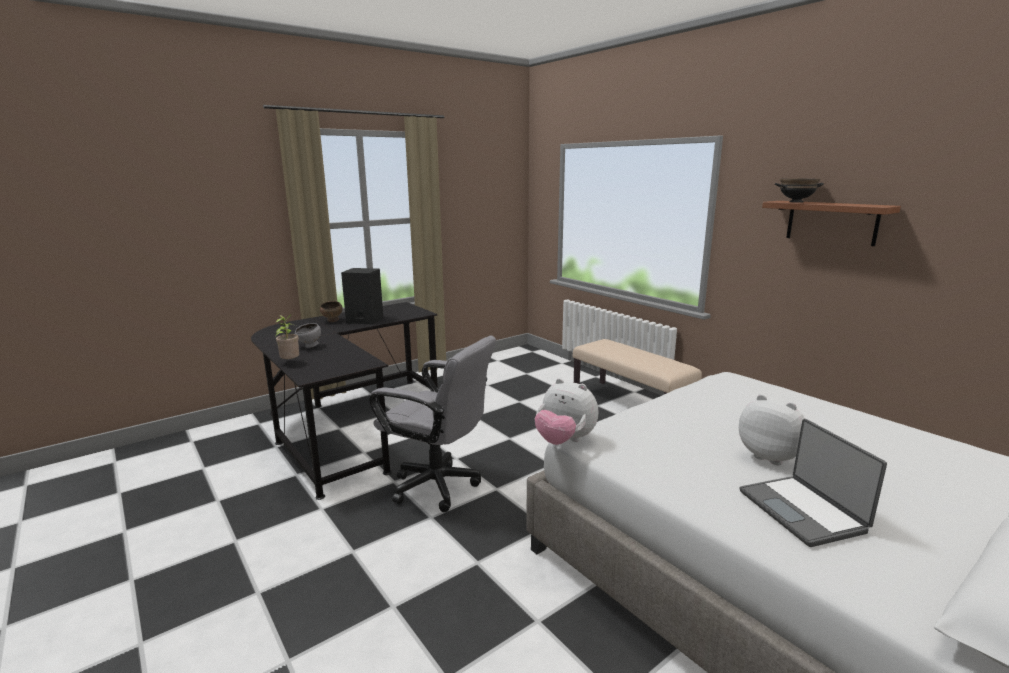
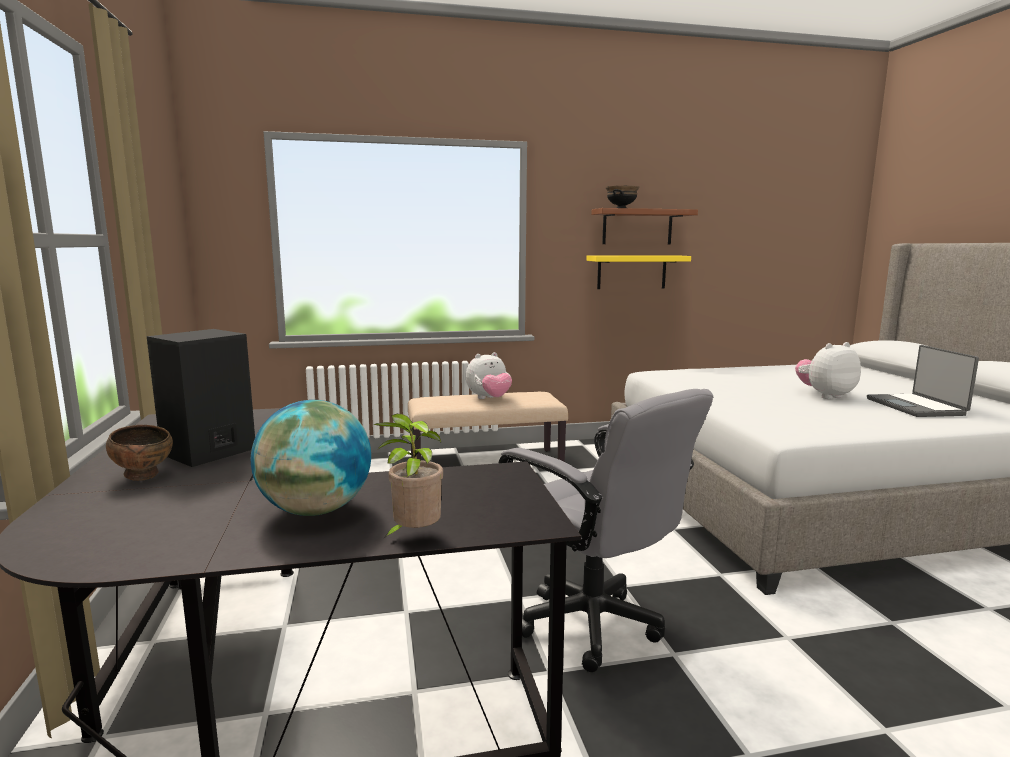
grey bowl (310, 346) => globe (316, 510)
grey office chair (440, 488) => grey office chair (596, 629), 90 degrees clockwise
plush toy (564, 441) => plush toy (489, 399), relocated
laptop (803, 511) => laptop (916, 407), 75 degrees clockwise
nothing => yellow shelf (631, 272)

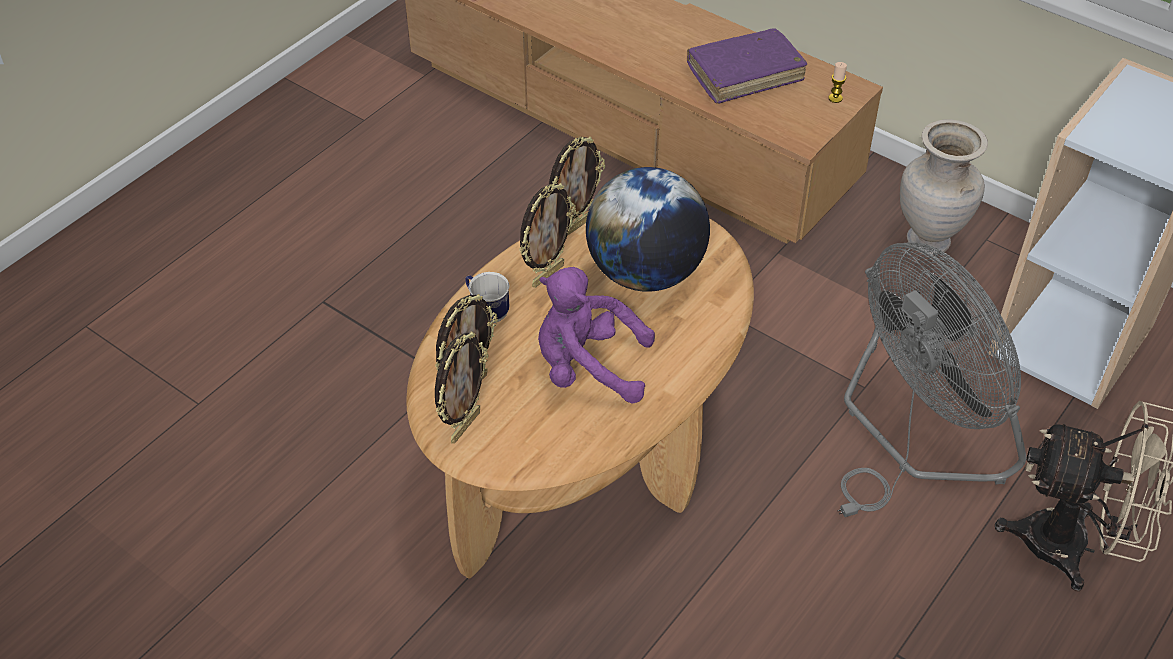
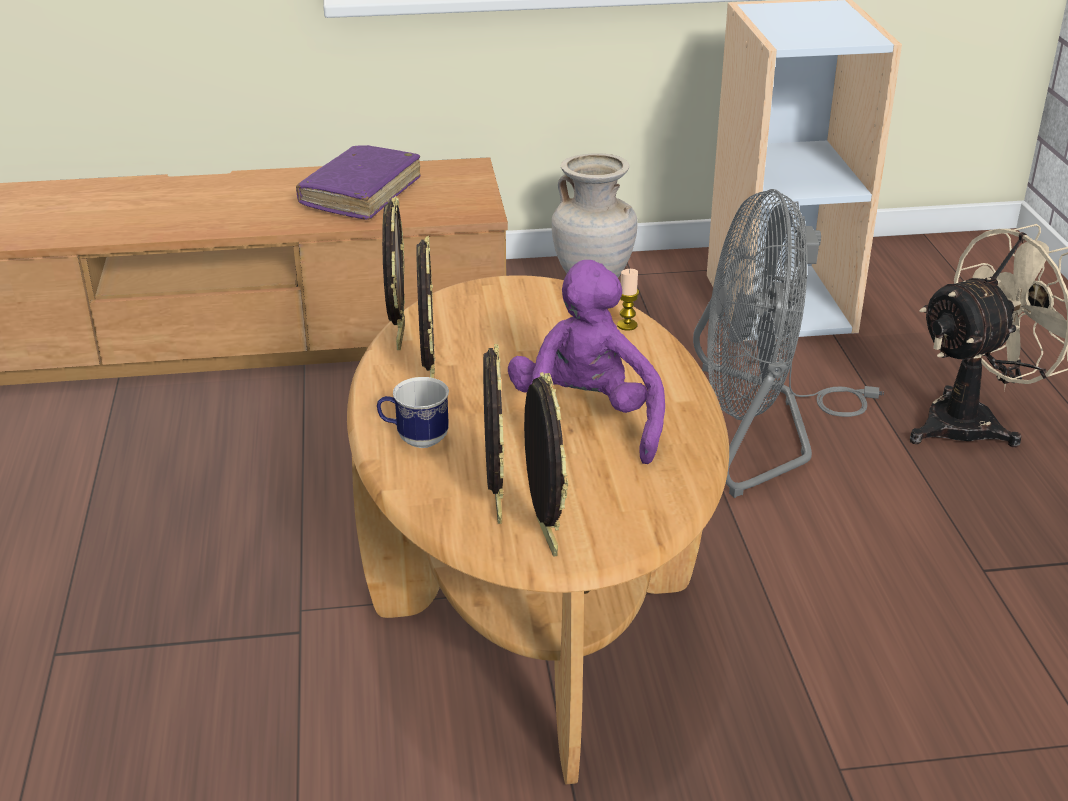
purple plush toy (587, 367) => purple plush toy (584, 424), 120 degrees clockwise
globe (646, 273) => nothing
candle (835, 98) => candle (627, 325), relocated
grey fan (906, 434) => grey fan (764, 423), 105 degrees counterclockwise

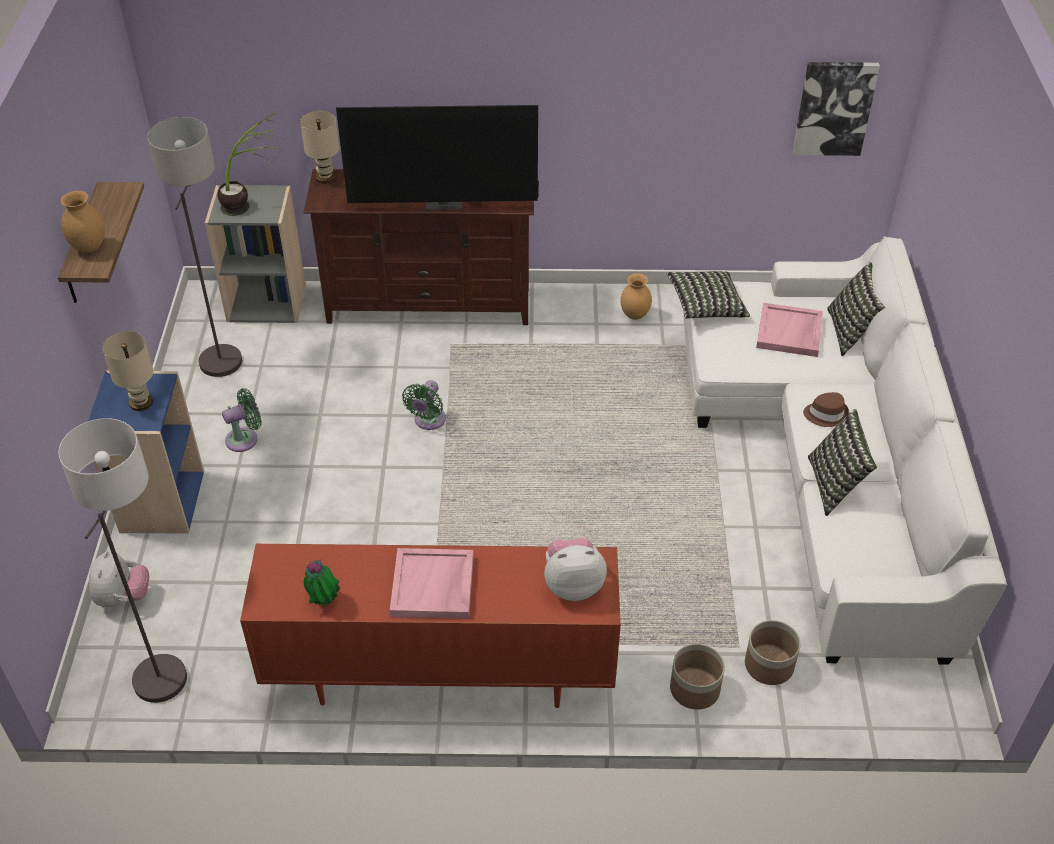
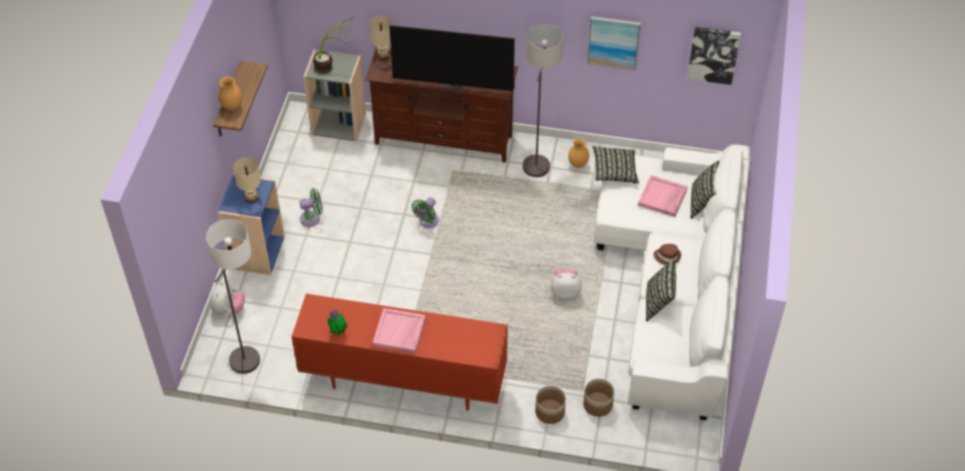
grey floor lamp (224, 353) => grey floor lamp (538, 161), relocated
plush toy (573, 585) => plush toy (565, 292), relocated
nothing => picture (613, 42)

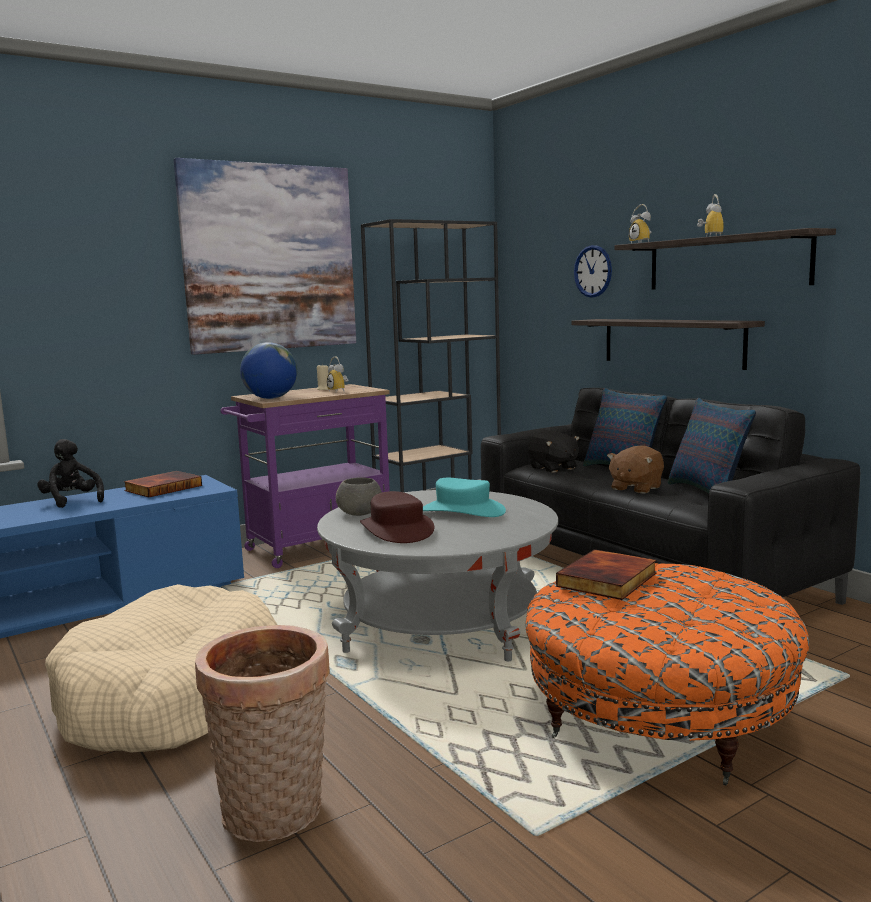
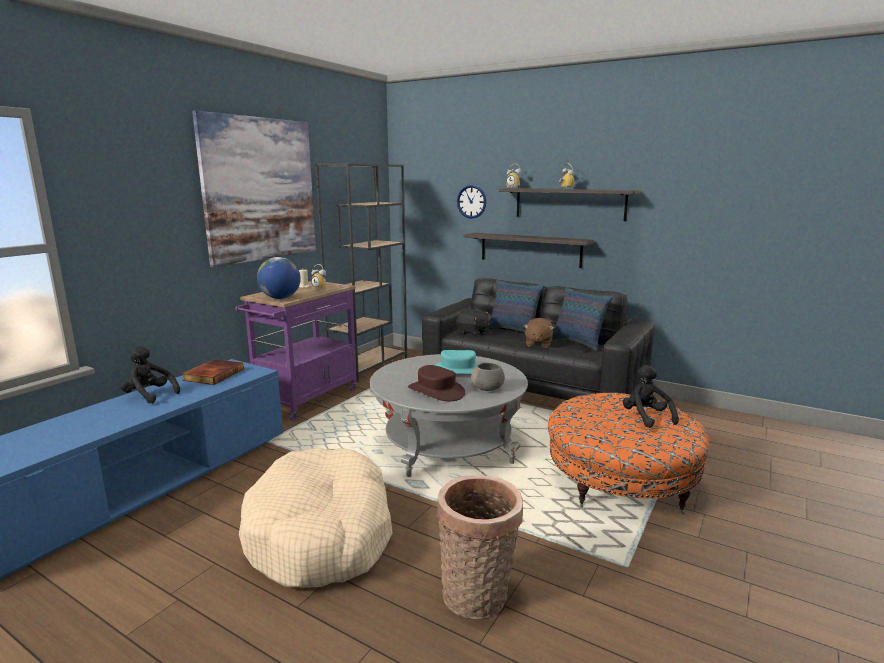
grey bowl (360, 513) => grey bowl (488, 388), relocated
book (608, 580) => nothing
nothing => black plush toy (646, 417)

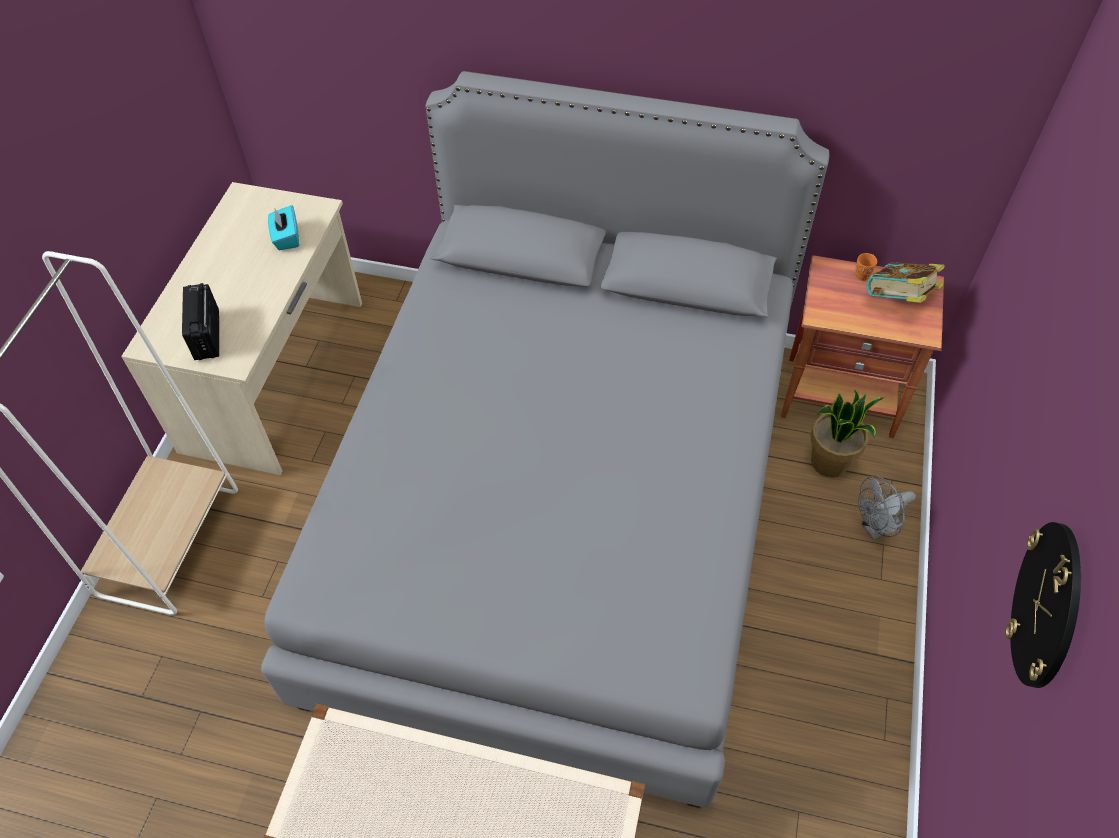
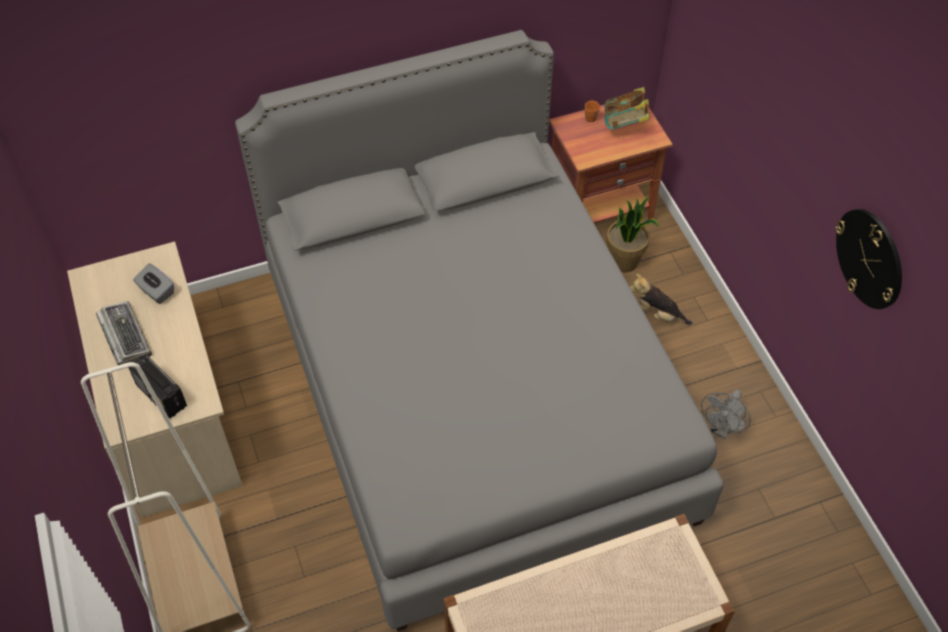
turquoise tissue box (286, 238) => grey tissue box (156, 291)
grey fan (876, 528) => grey fan (721, 429), relocated
nothing => keyboard (124, 336)
nothing => plush toy (656, 314)

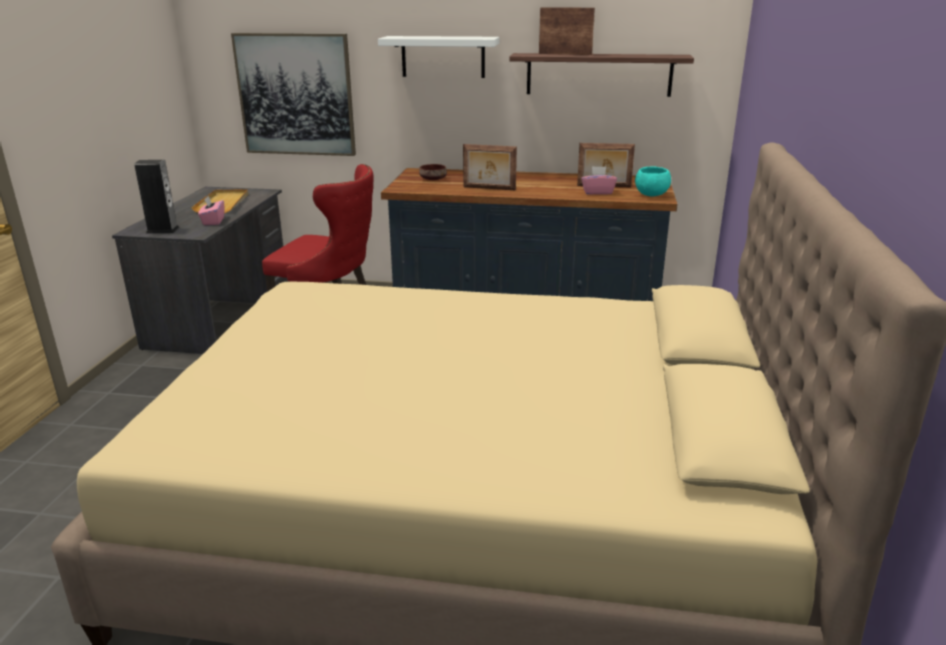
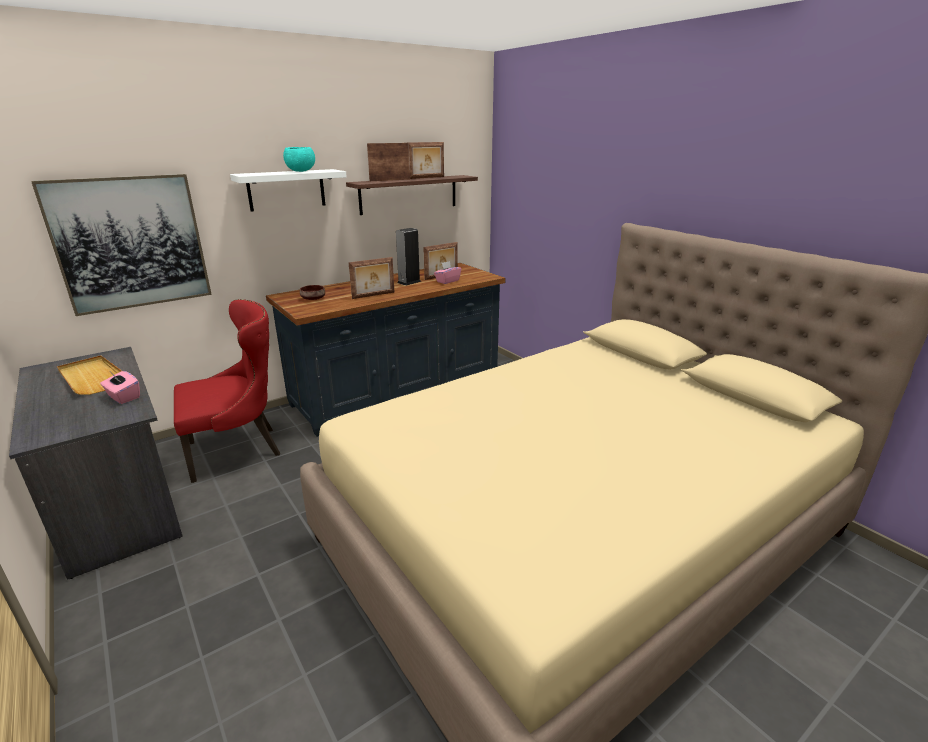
speaker (162, 230) => speaker (409, 282), relocated
turquoise bowl (651, 195) => turquoise bowl (300, 171), relocated
nothing => picture frame (427, 177)

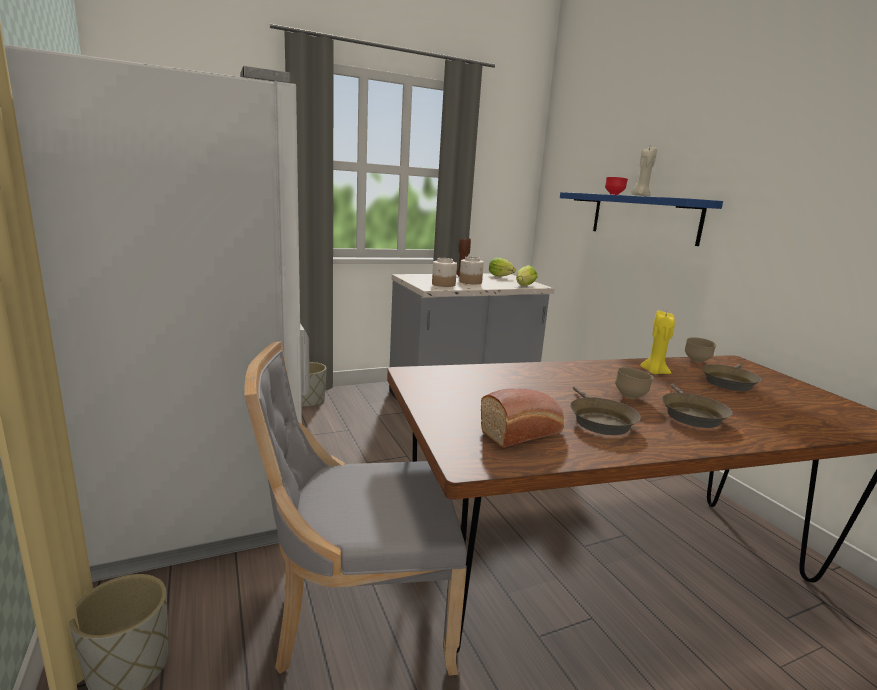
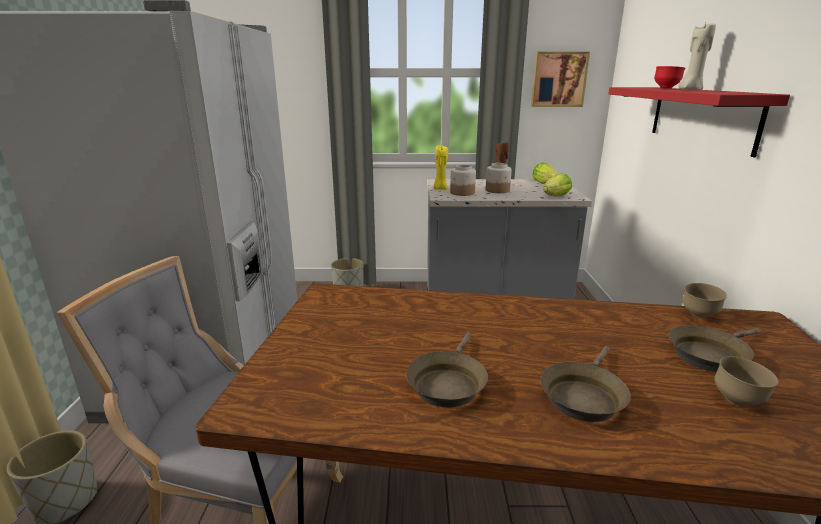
bread (523, 432) => nothing
blue shelf (643, 217) => red shelf (701, 116)
brown bowl (630, 397) => brown bowl (738, 401), relocated
yellow candle (654, 372) => yellow candle (440, 189), relocated
nothing => picture (558, 79)

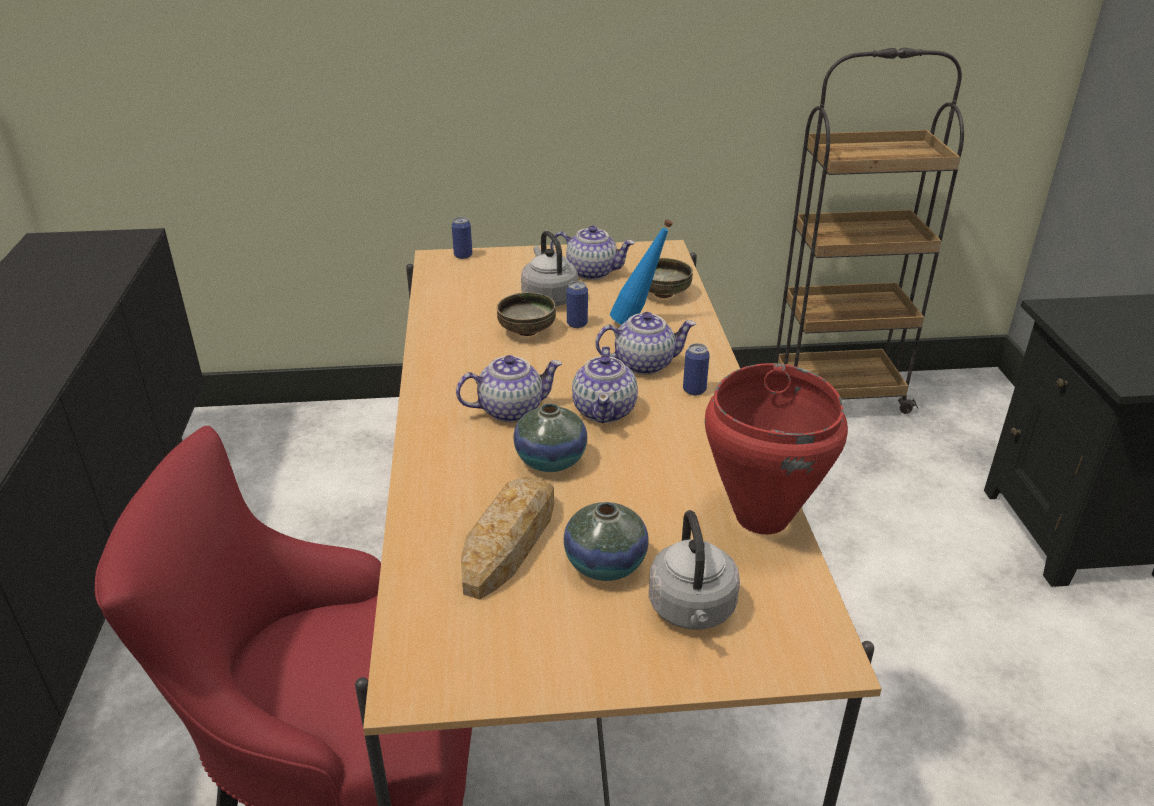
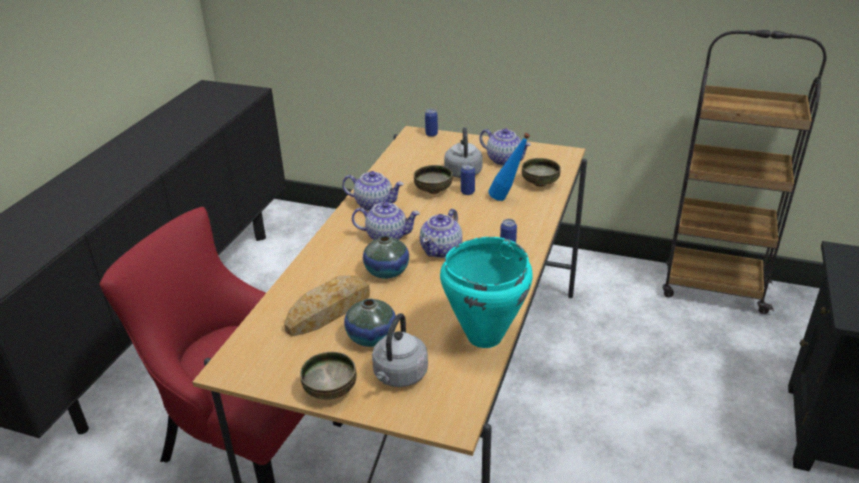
teapot (644, 363) => teapot (374, 204), relocated
red cooking pot (760, 517) => turquoise cooking pot (483, 336)
nothing => bowl (331, 389)

